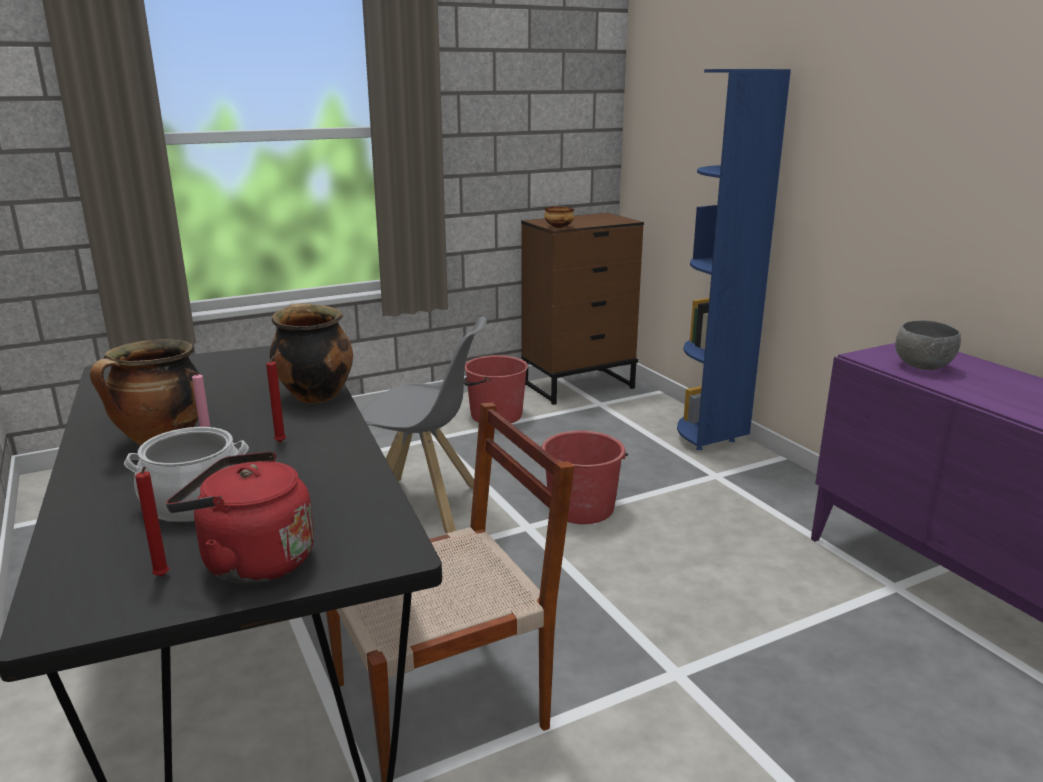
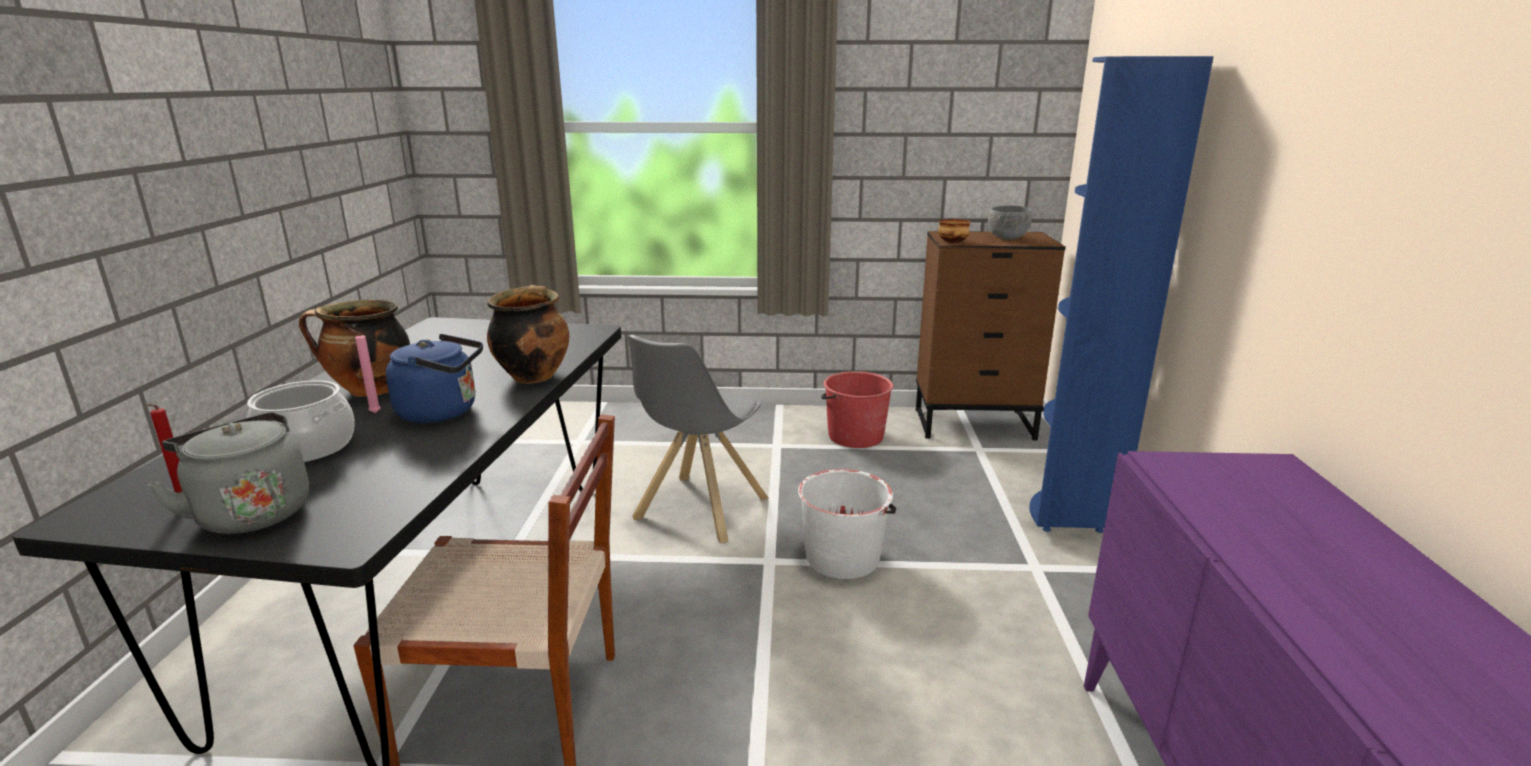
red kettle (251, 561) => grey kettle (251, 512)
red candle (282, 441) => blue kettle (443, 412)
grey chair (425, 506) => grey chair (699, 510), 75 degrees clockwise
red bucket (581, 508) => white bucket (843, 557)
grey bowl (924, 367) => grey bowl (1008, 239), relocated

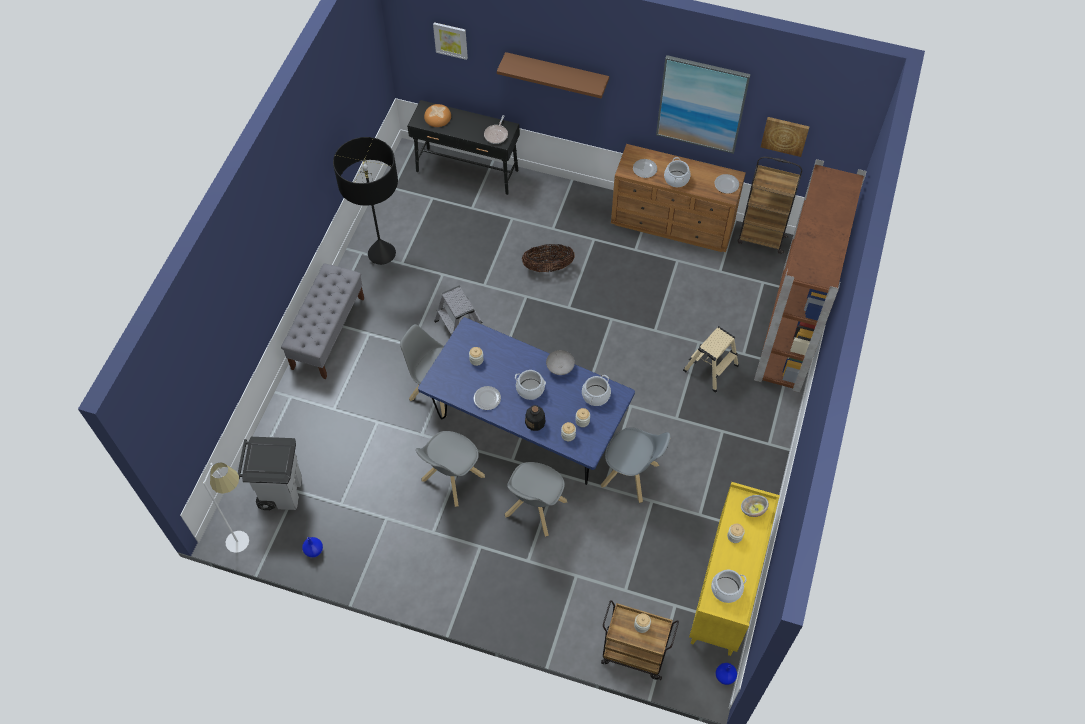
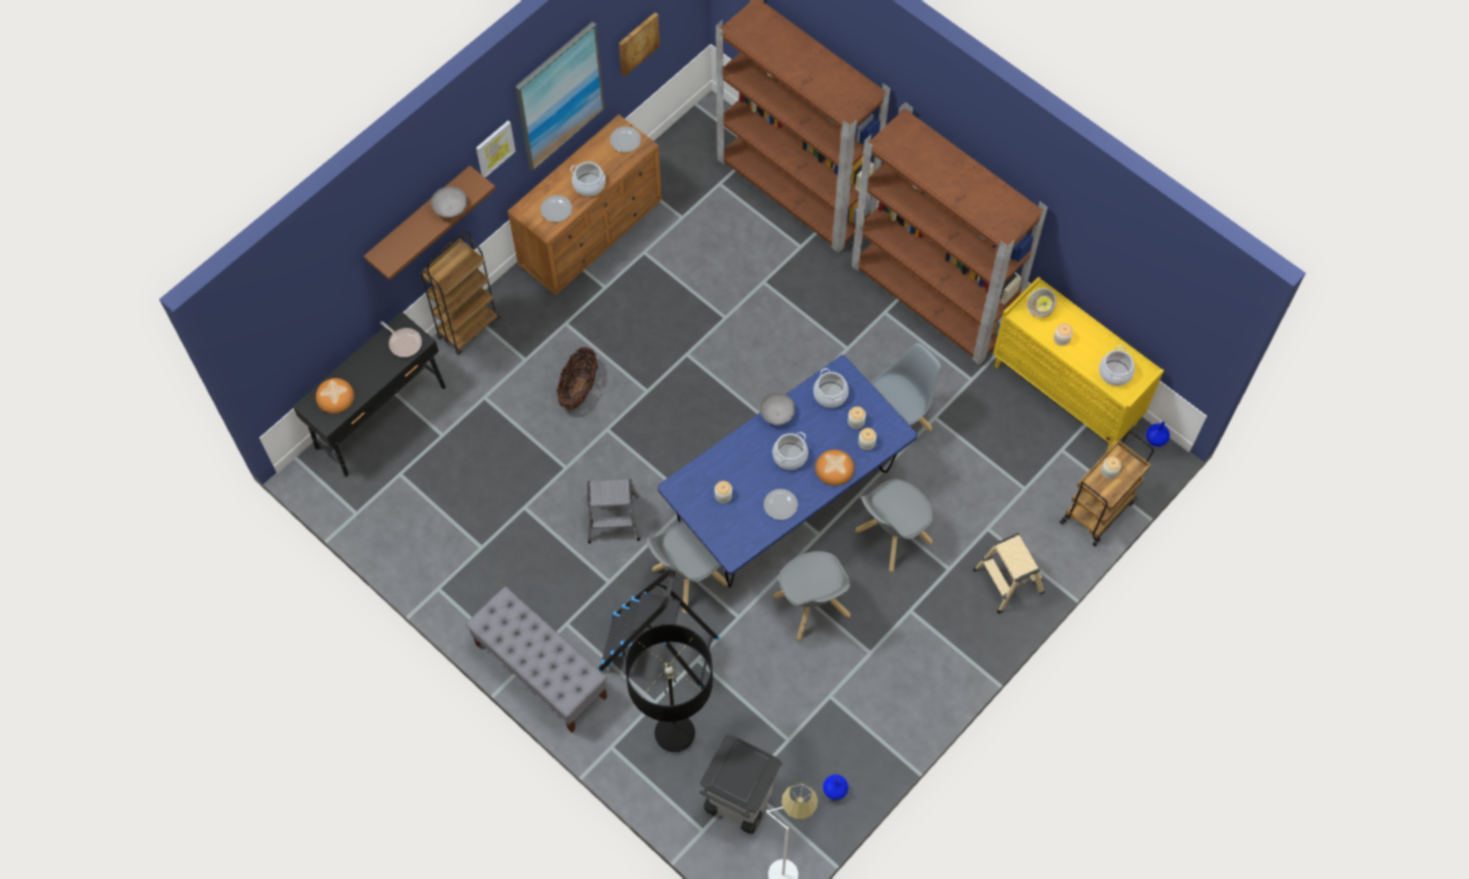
black floor lamp (382, 255) => black floor lamp (674, 734), relocated
picture (451, 40) => picture (494, 148), relocated
grey chair (534, 509) => grey chair (891, 537), 90 degrees clockwise
bottle (535, 422) => bread (835, 468)
beige step ladder (710, 368) => beige step ladder (1009, 581), relocated
brown cart (761, 240) => brown cart (468, 328), relocated
nothing => grey bowl (450, 208)
nothing => black step ladder (657, 654)
nothing => brown bookcase (933, 297)

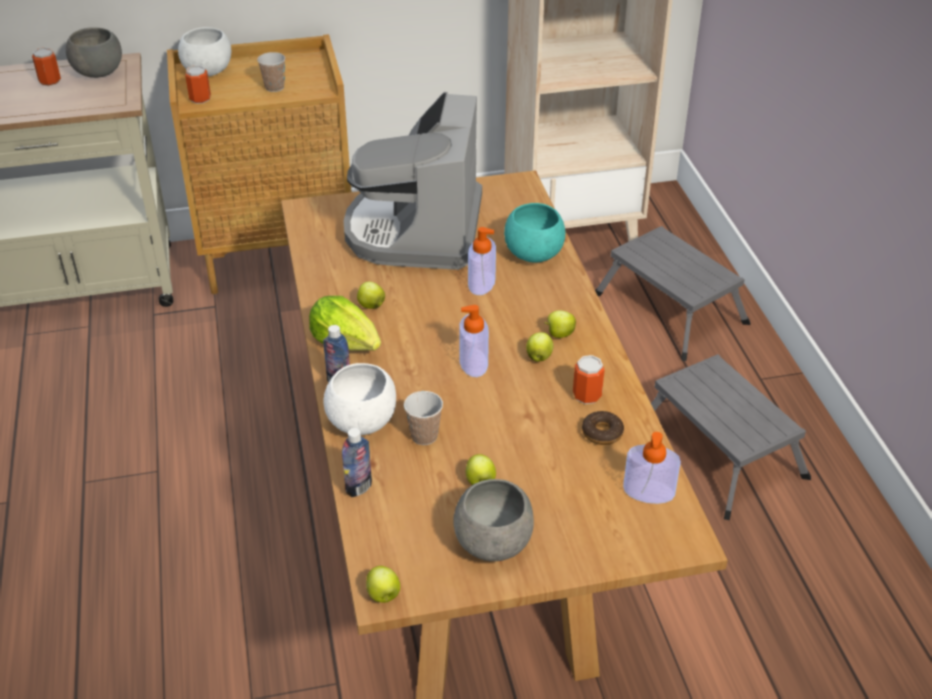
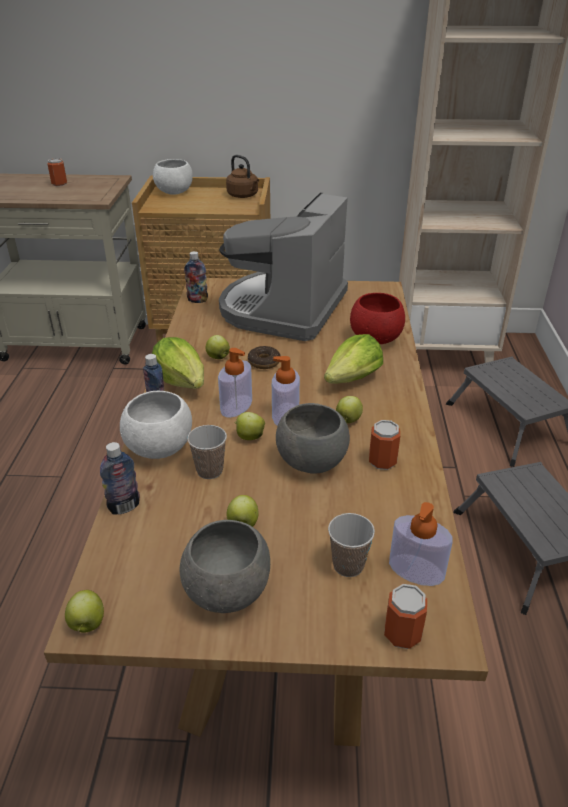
grey bowl (98, 73) => grey bowl (312, 463), relocated
can (200, 99) => can (402, 634), relocated
cup (274, 87) => cup (348, 565), relocated
soap dispenser (481, 283) => soap dispenser (236, 406), relocated
turquoise bowl (534, 254) => red bowl (376, 339)
apple (559, 334) => apple (249, 437), relocated
donut (602, 433) => donut (264, 362), relocated
nothing => bottle (197, 300)
nothing => brown kettle (244, 196)
nothing => lettuce (353, 379)

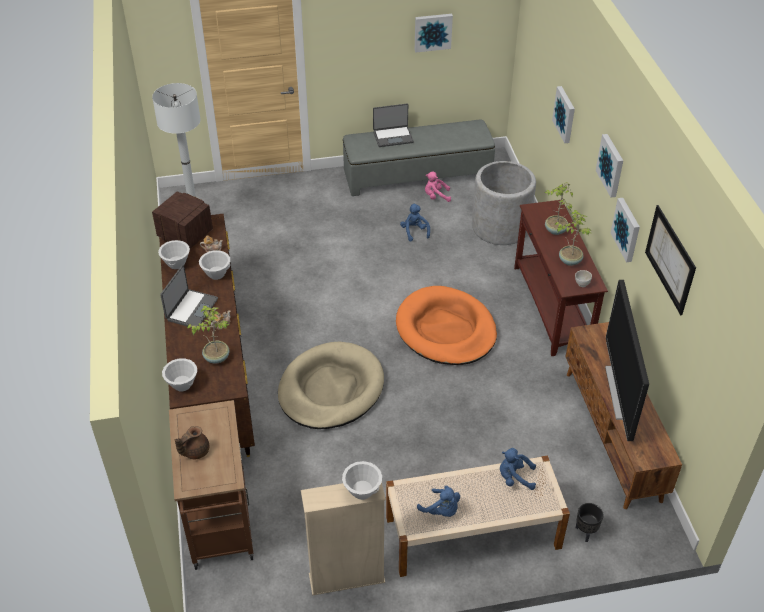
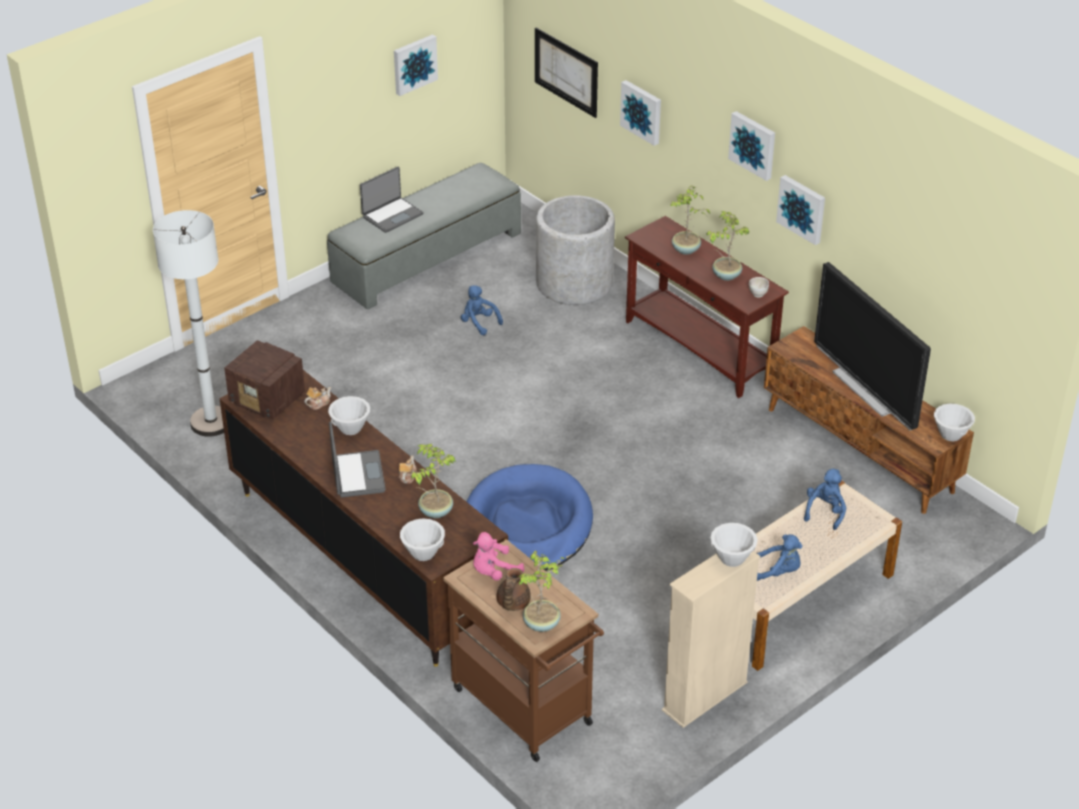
radio (184, 234) => radio (268, 400), 150 degrees counterclockwise
white bowl (176, 264) => white bowl (951, 434), relocated
beige dog bed (331, 389) => blue dog bed (527, 525)
orange dog bed (446, 330) => nothing
pink plush toy (436, 196) => pink plush toy (494, 572), relocated
blue plush toy (515, 478) => blue plush toy (825, 512), 135 degrees clockwise
black planter (585, 532) => nothing
picture (670, 259) => picture (566, 72), relocated
nothing => potted plant (542, 624)

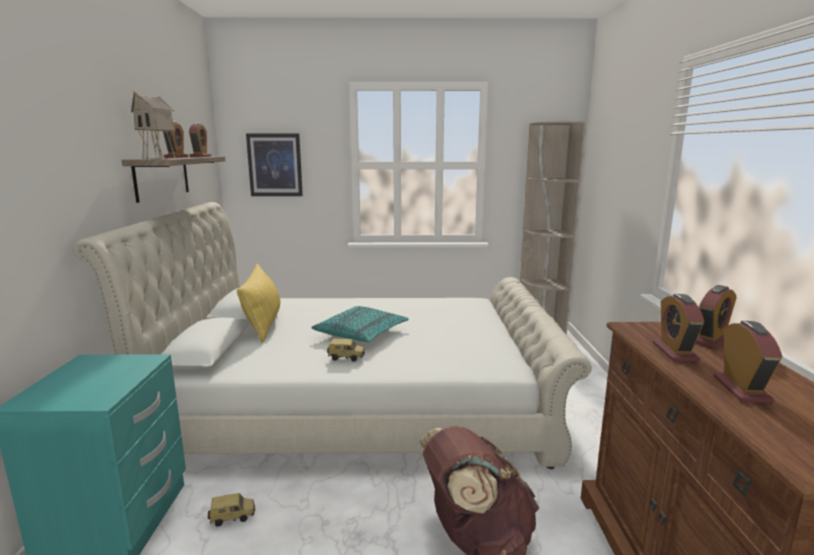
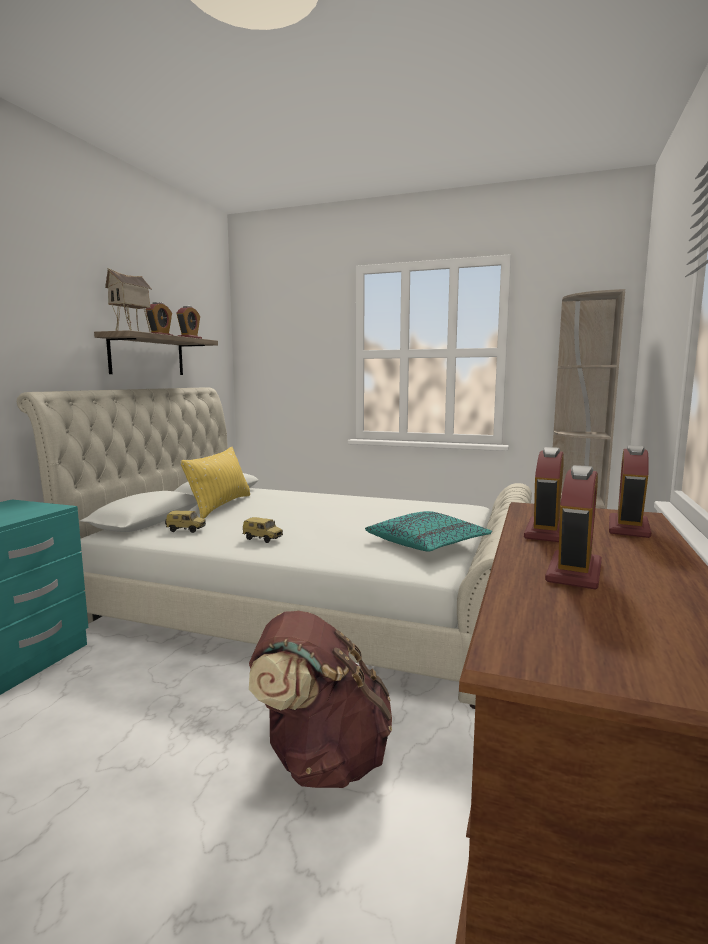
toy car (232, 517) => toy car (186, 530), relocated
picture (275, 165) => nothing
turquoise pillow (361, 334) => turquoise pillow (427, 544), relocated
alarm clock (711, 340) => alarm clock (628, 527), 135 degrees clockwise

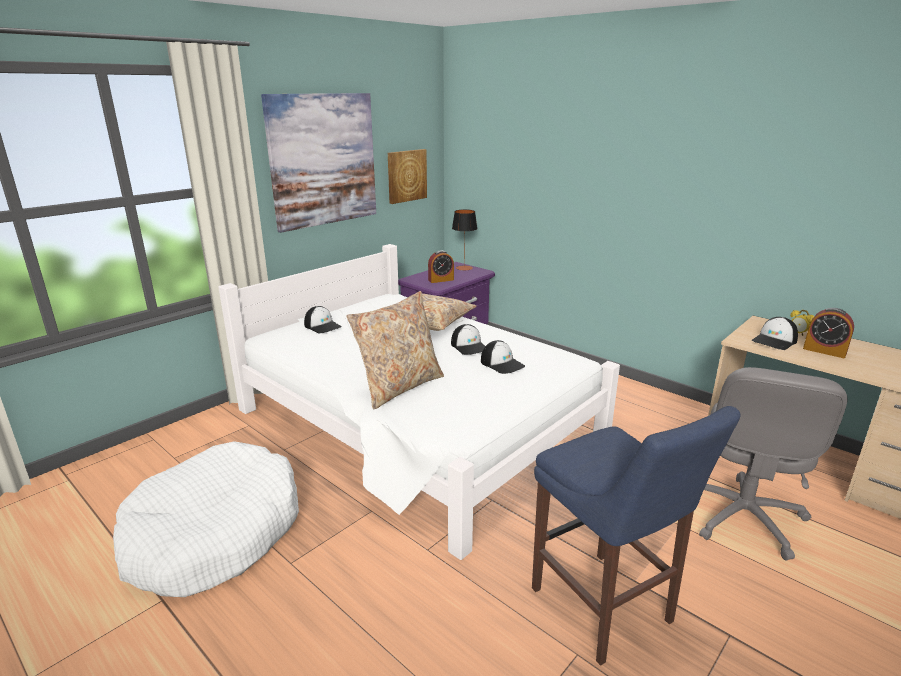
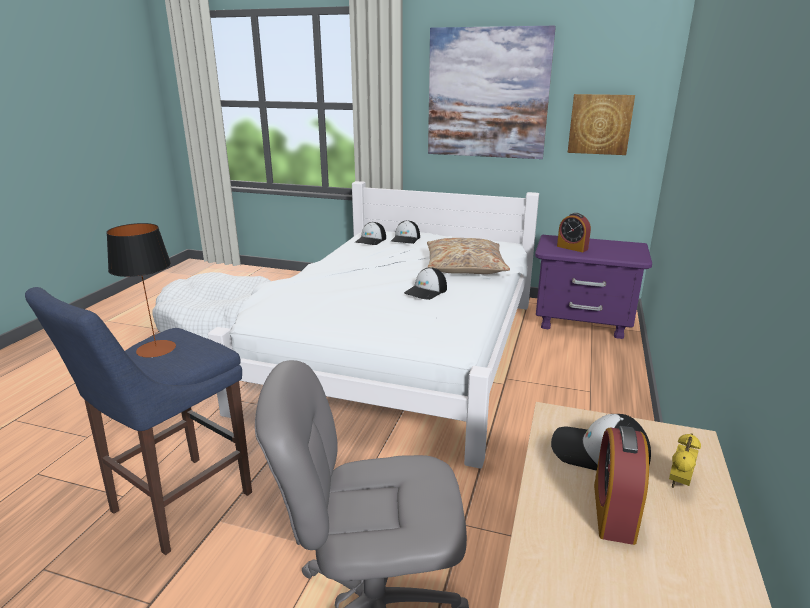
beige pillow (399, 387) => nothing
table lamp (464, 268) => table lamp (156, 349), relocated
cap (502, 364) => cap (371, 240), relocated

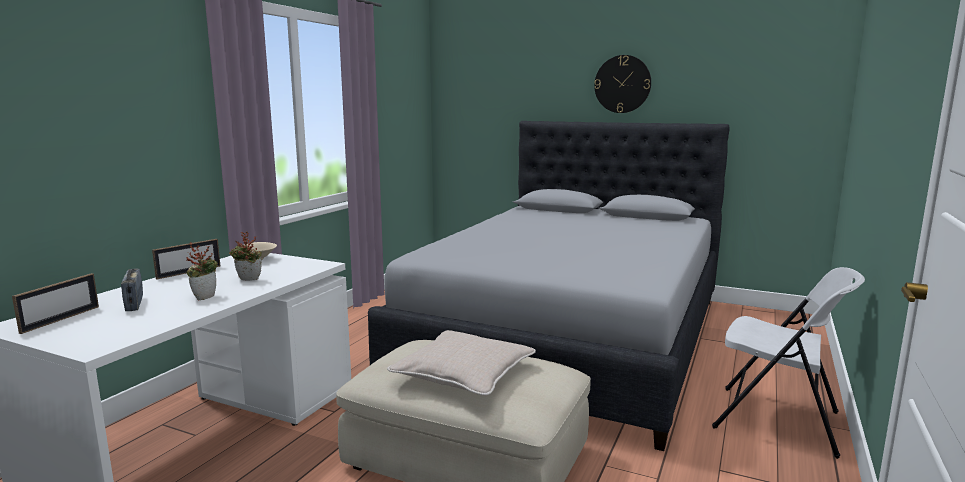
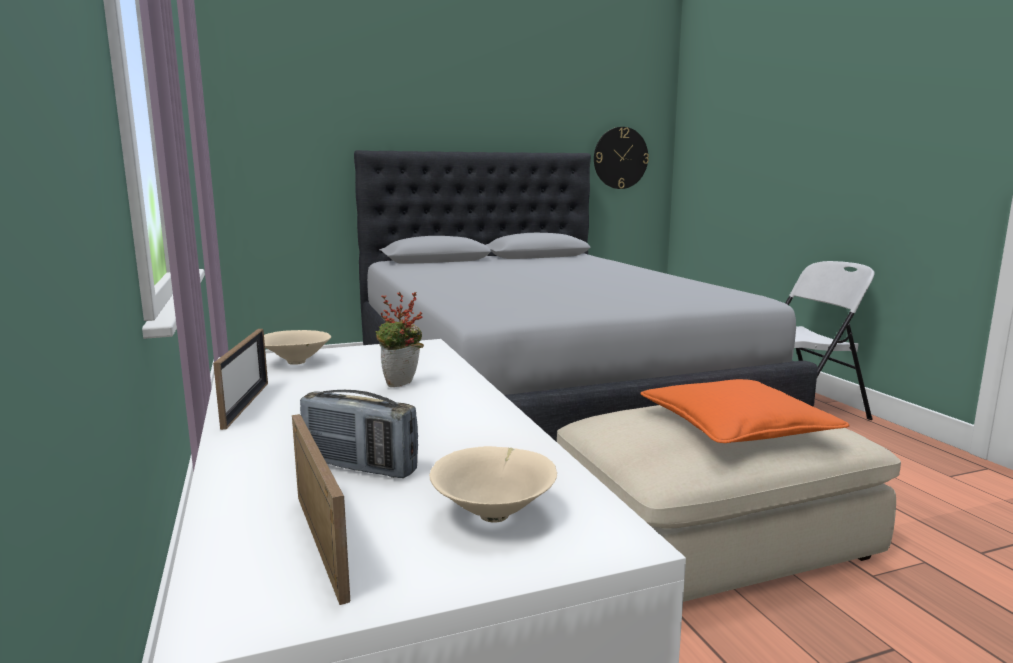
potted plant (205, 297) => nothing
beige pillow (464, 372) => orange pillow (736, 425)
wall clock (622, 84) => wall clock (620, 158), relocated
nothing => beige bowl (495, 514)

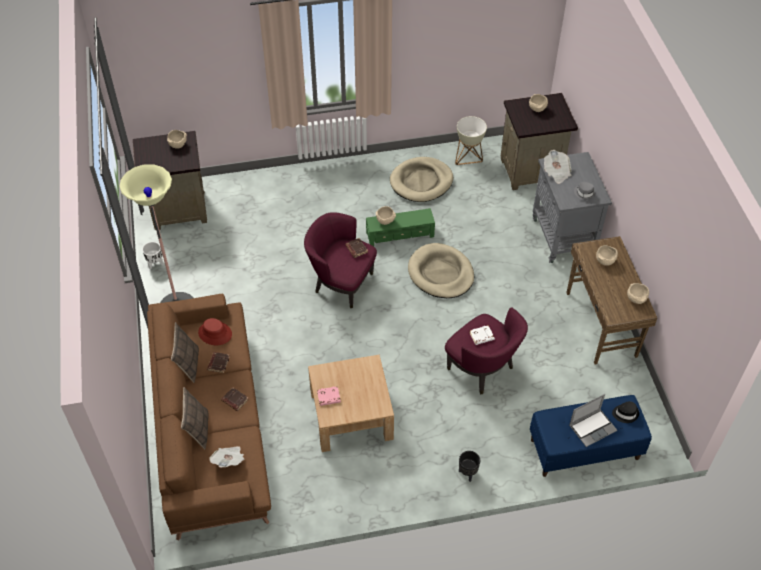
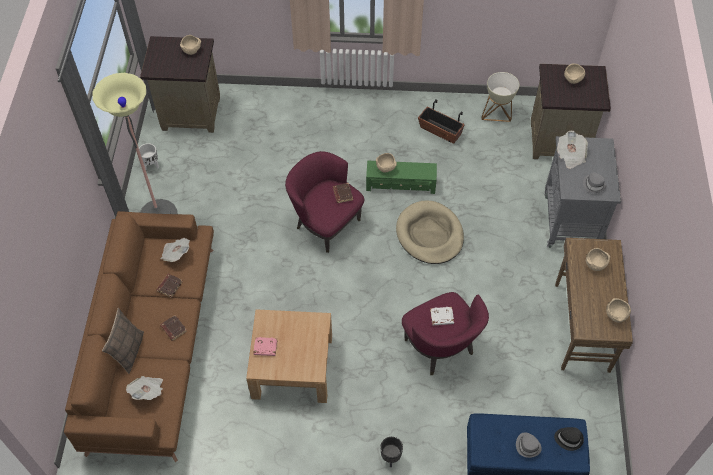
pillow (188, 364) => nothing
red hat (215, 333) => newspaper (176, 254)
beige dog bed (421, 182) => planter (440, 131)
laptop (592, 427) => grey hat (528, 446)

